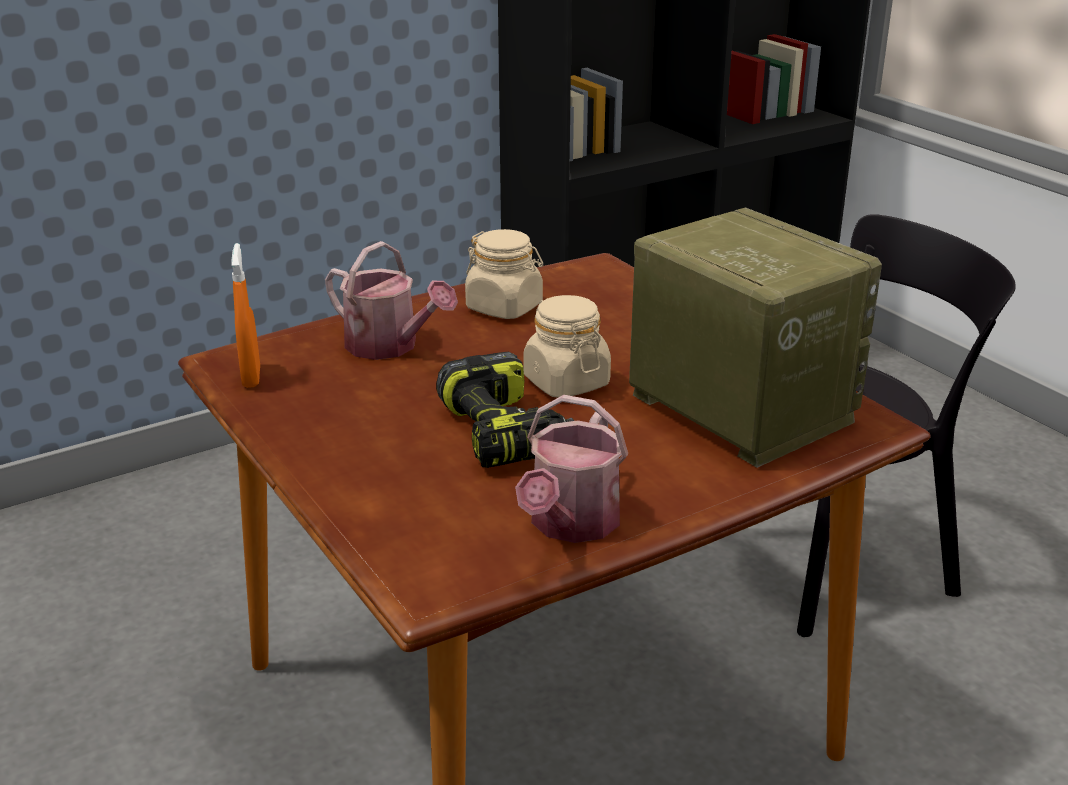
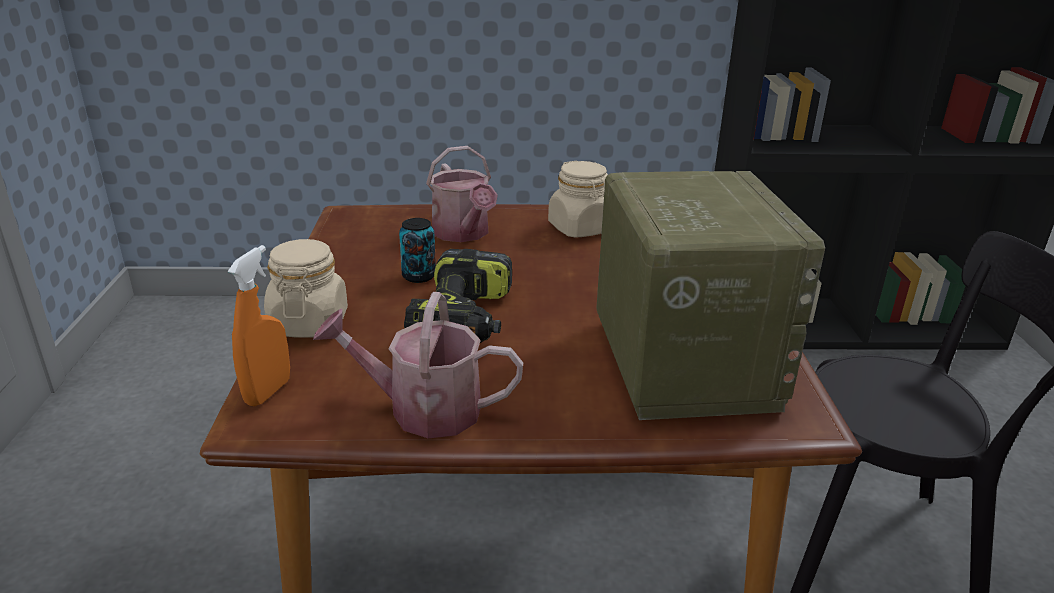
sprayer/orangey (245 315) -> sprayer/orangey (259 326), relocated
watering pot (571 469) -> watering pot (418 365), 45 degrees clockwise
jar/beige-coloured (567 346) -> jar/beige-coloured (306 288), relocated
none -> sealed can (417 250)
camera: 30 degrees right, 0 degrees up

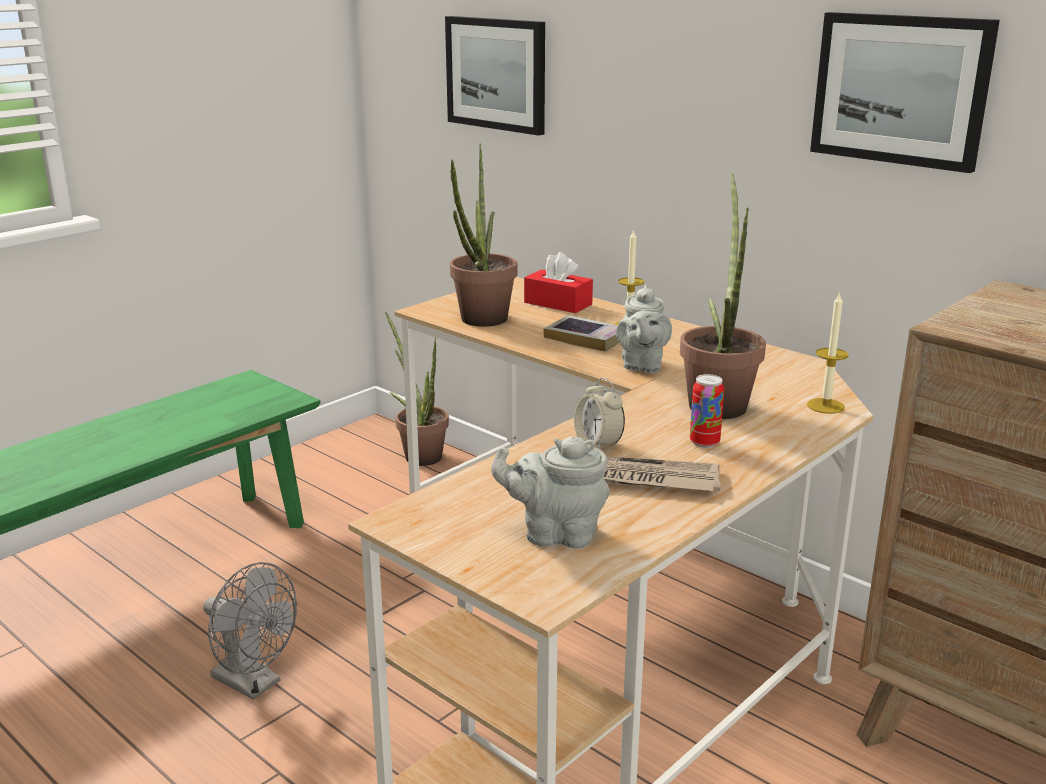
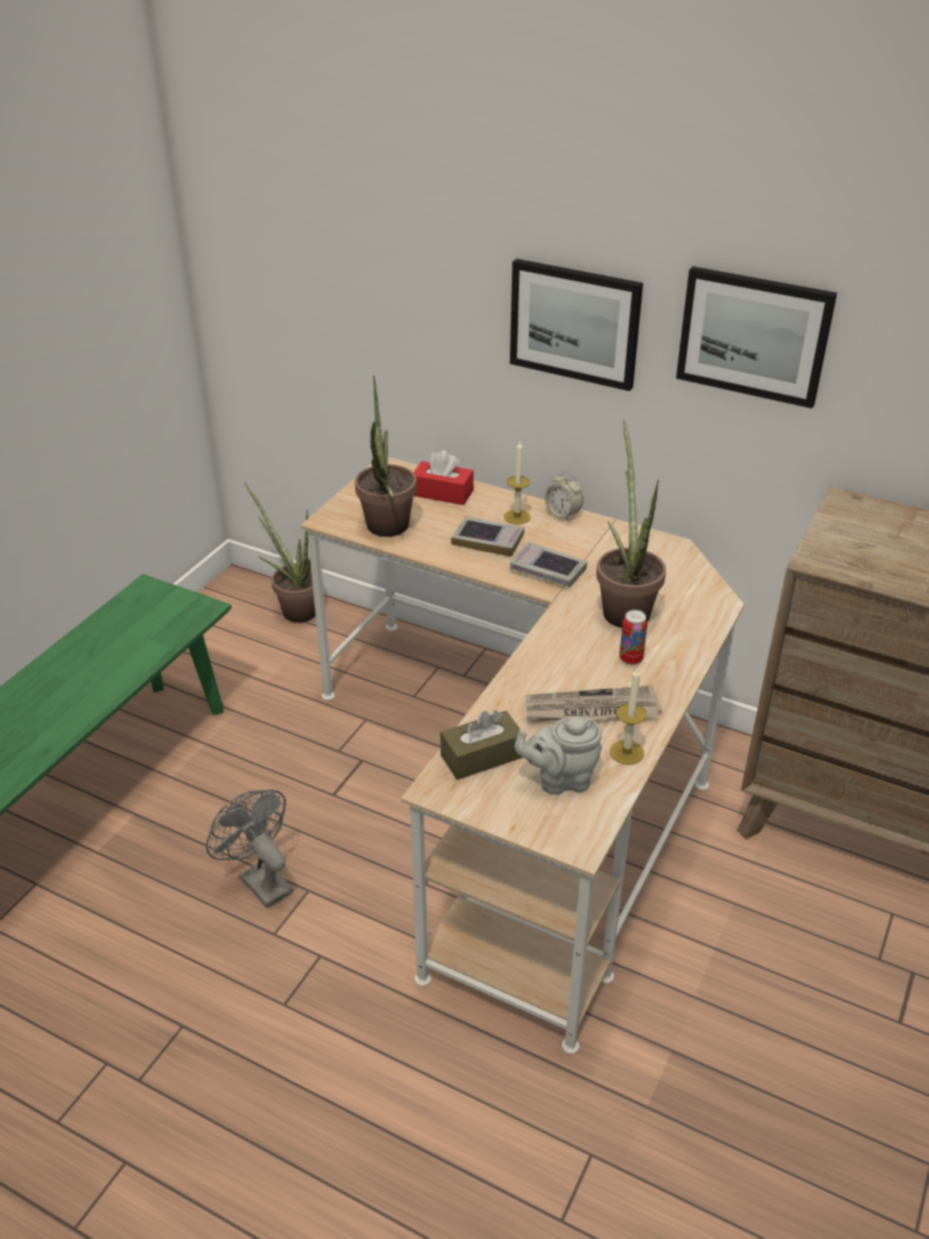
cooling fan/grey (250 631) -> cooling fan/grey (249 849), 150 degrees counterclockwise
picture (495 75) -> picture (576 325), relocated
bedside clock (599 413) -> bedside clock (564 496), relocated
tea pot/grey (644 329) -> book (548 564)
wax candle (828 353) -> wax candle (628 716), relocated
none -> tissue holder/brown (481 745)
camera: 15 degrees left, 15 degrees up

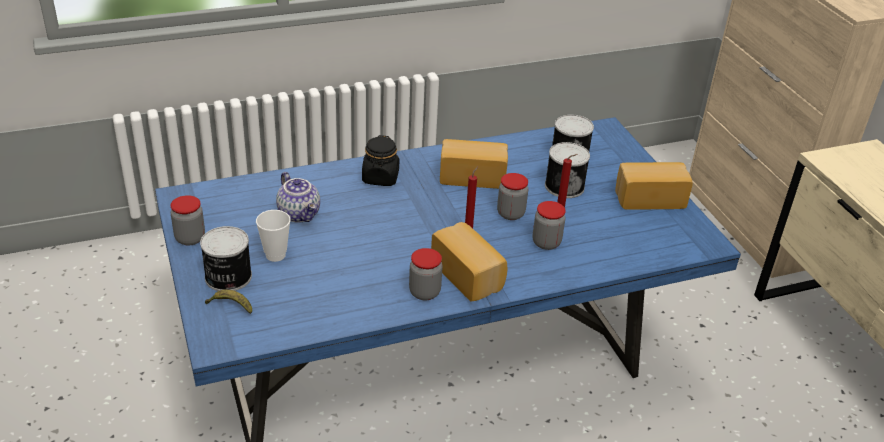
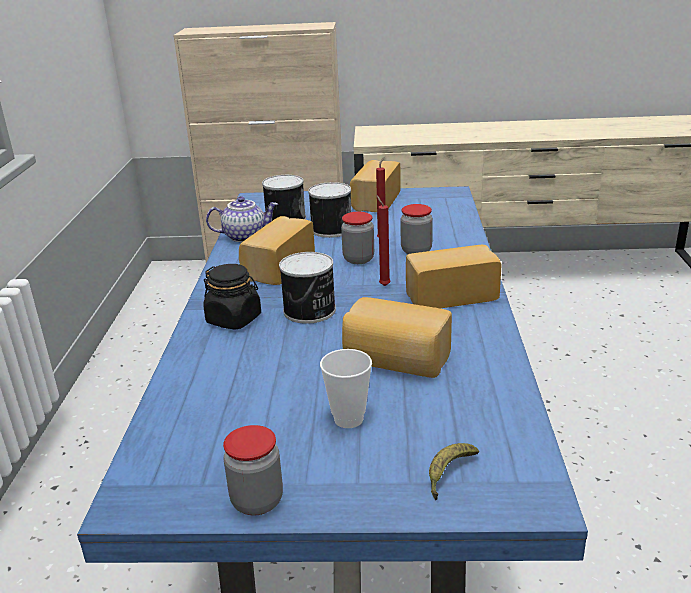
sealed can (226 258) -> sealed can (307 288), relocated
tea pot (298 197) -> tea pot (242 219), relocated
jar (426 274) -> none
none -> baked bread (397 337)
camera: 65 degrees left, 10 degrees down

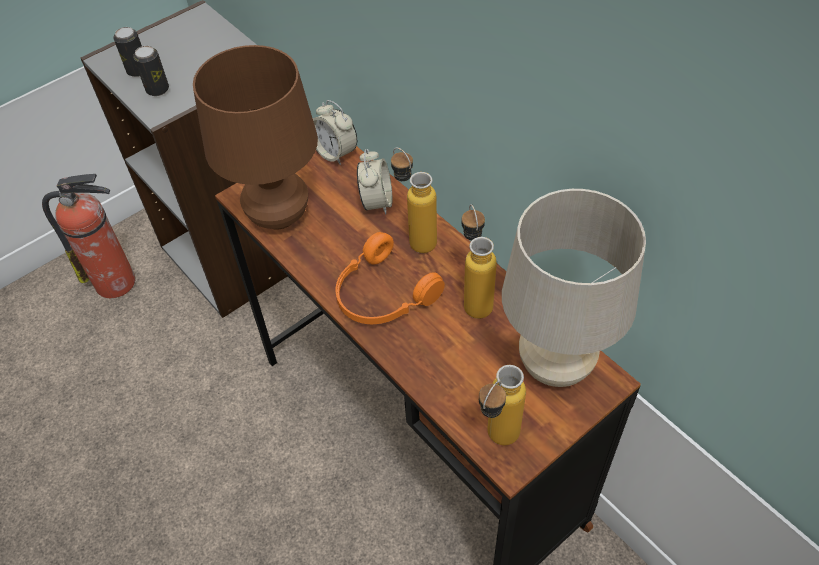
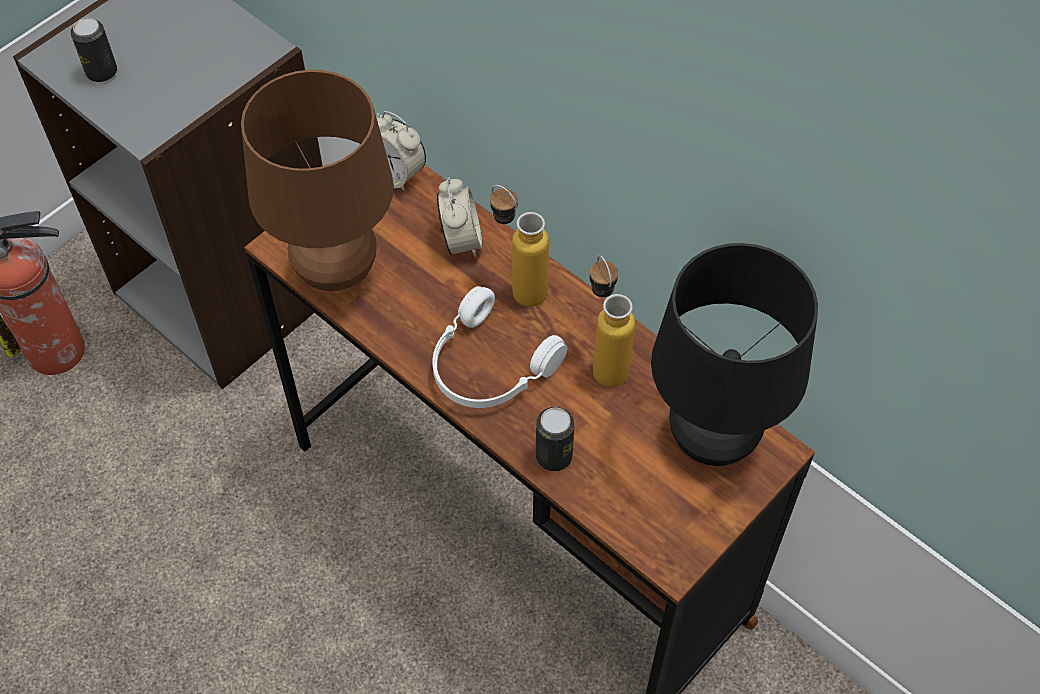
sealed can (151 71) -> sealed can (555 439), relocated
headset/orangey (390 278) -> headset/white (500 347)
beverage bottle (502 405) -> none
tabletop lamp/beige-coloured (574 288) -> tabletop lamp/black (734 354)
camera: 10 degrees left, 5 degrees up

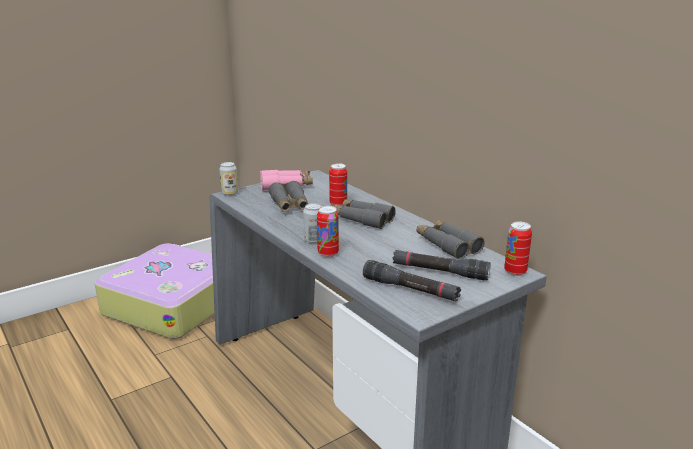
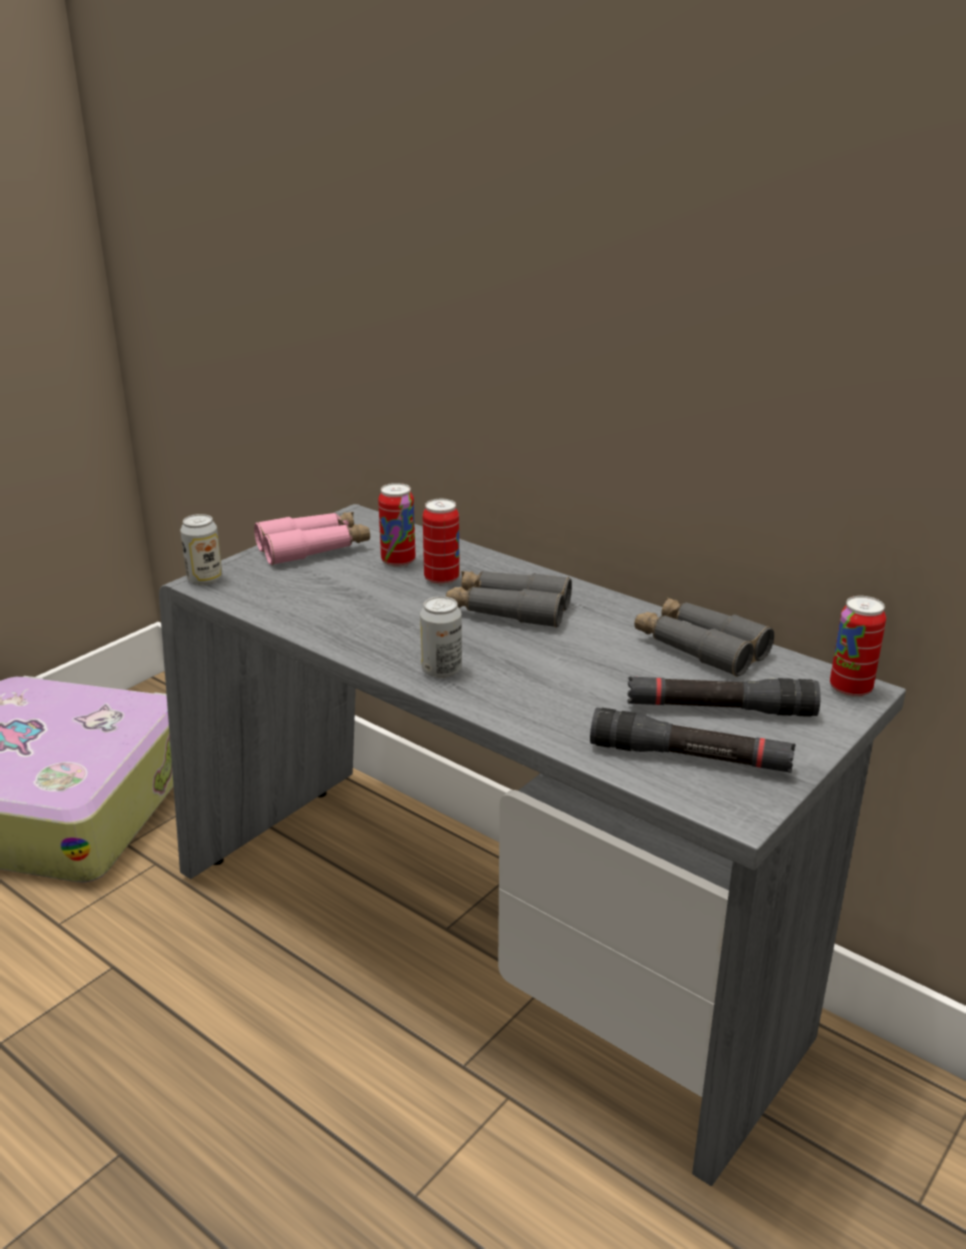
binoculars/grey (288 196) -> none
sealed can (328 231) -> sealed can (396 525), relocated
camera: 15 degrees left, 5 degrees up

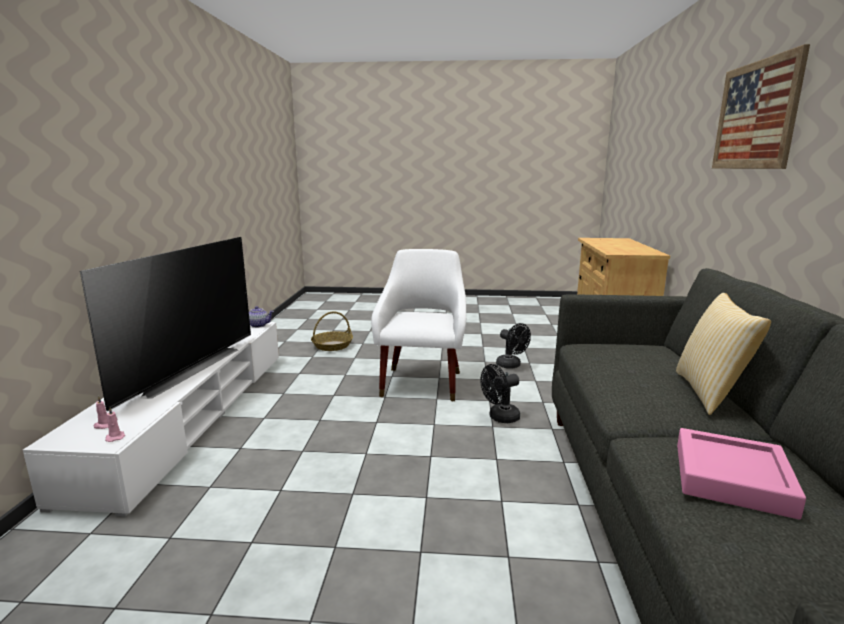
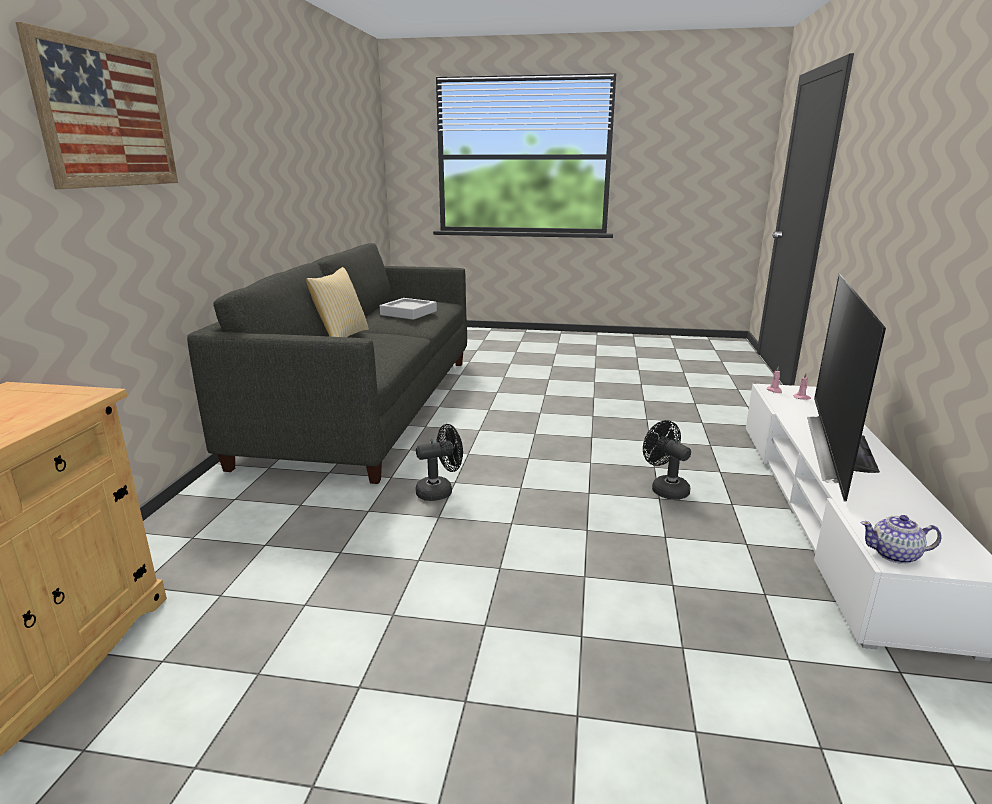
household basket (332 331) -> none
lounge chair/white (418 325) -> none
cooling fan/black (513 346) -> cooling fan/black (667 460), relocated
tray/pinkish (741 473) -> tray/grey (408 309)
camera: 175 degrees left, 5 degrees up

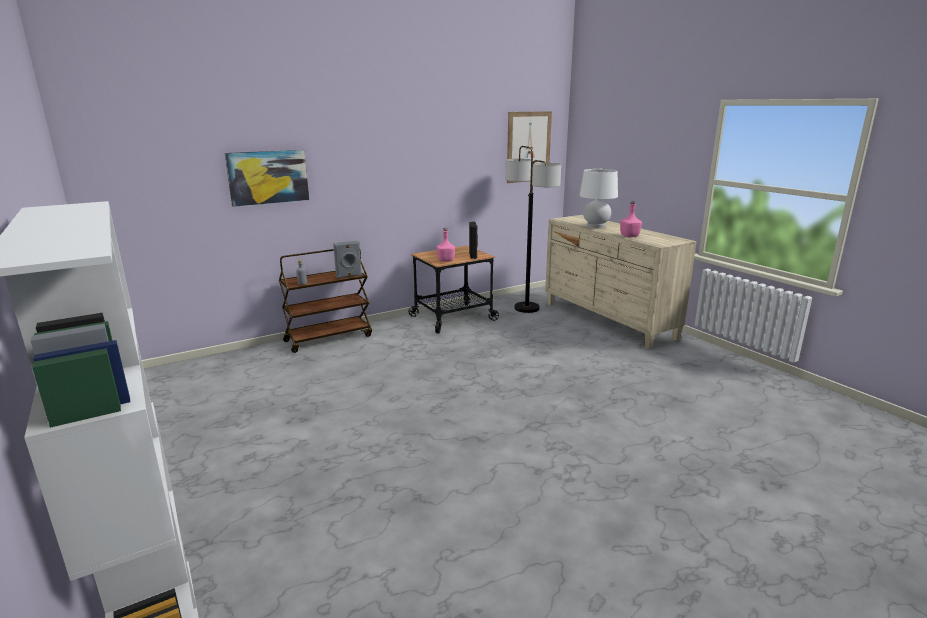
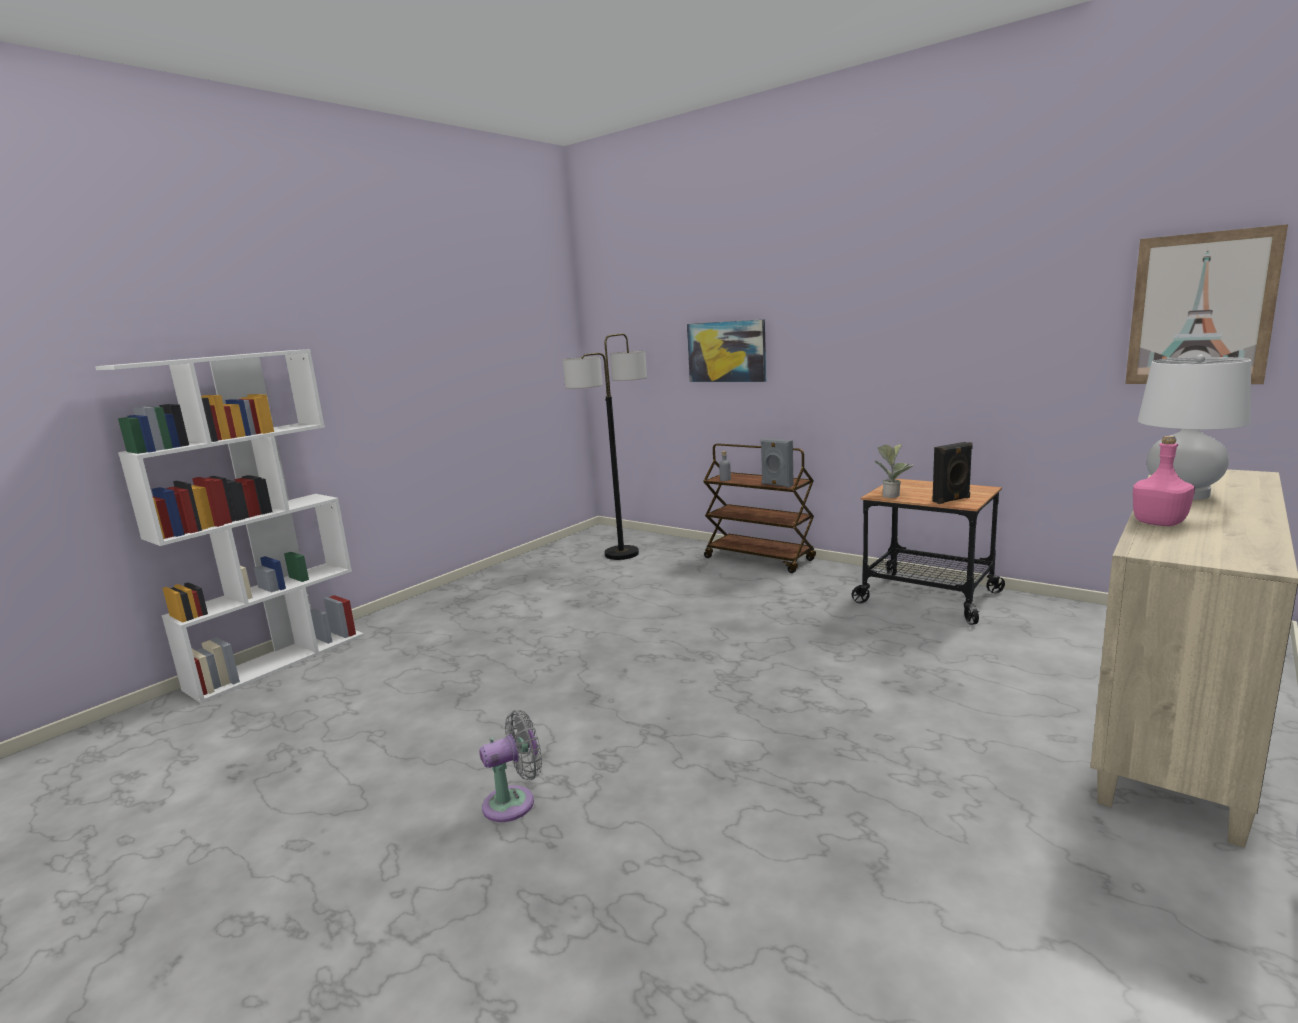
beverage bottle/pinkish (446 245) -> houseplant (894 470)
floor lamp (533 229) -> floor lamp (604 447), relocated
none -> cooling fan/grey (510 766)
camera: 70 degrees right, 5 degrees down

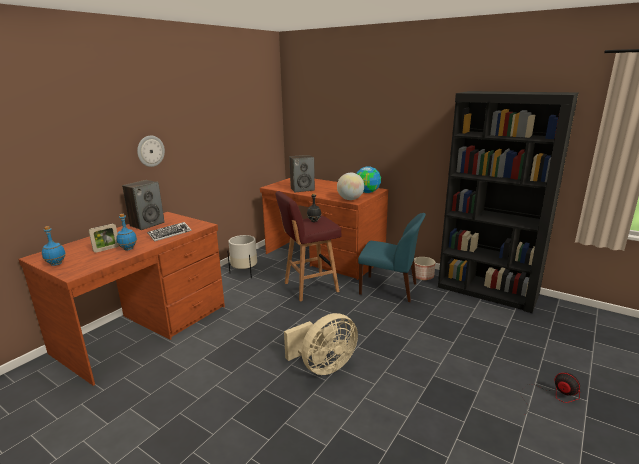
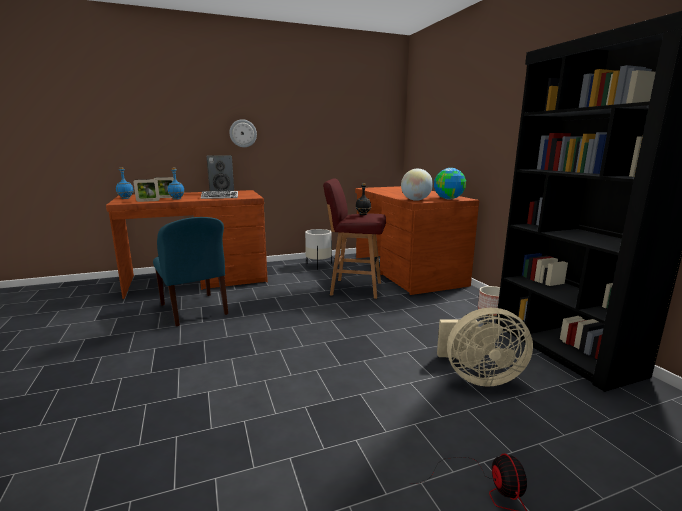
cooling fan/beige-coloured (321 344) -> cooling fan/beige-coloured (485 347), relocated
loudspeaker (302 173) -> none
plain chair/blue-coloured (392 257) -> plain chair/blue-coloured (190 271), relocated
none -> photo frame (147 190)
camera: 35 degrees right, 5 degrees down

